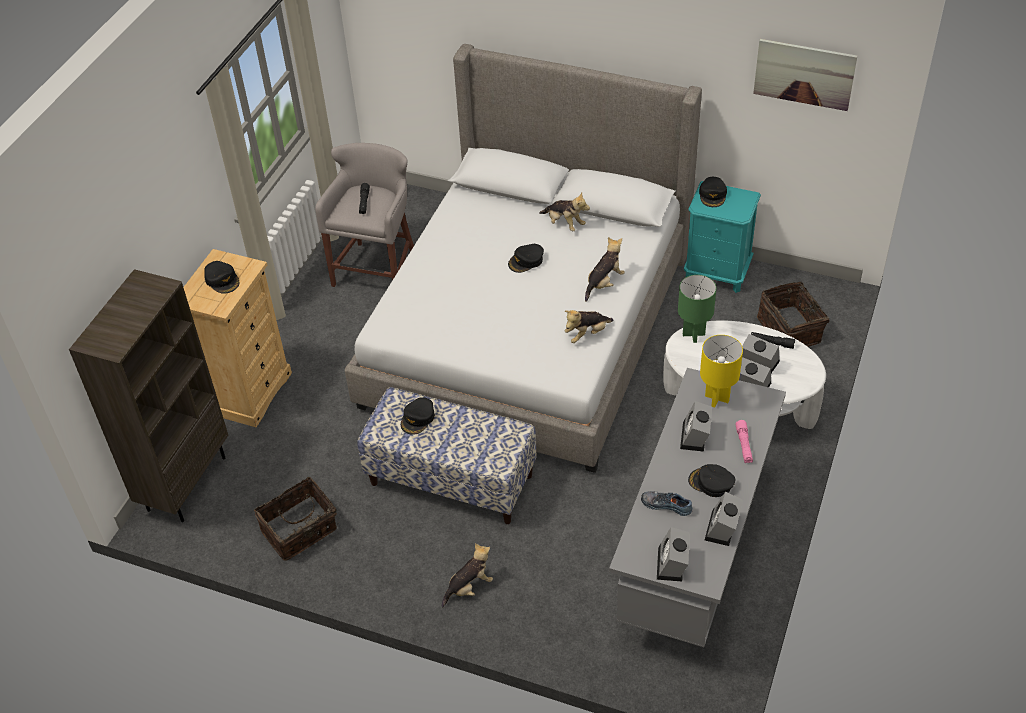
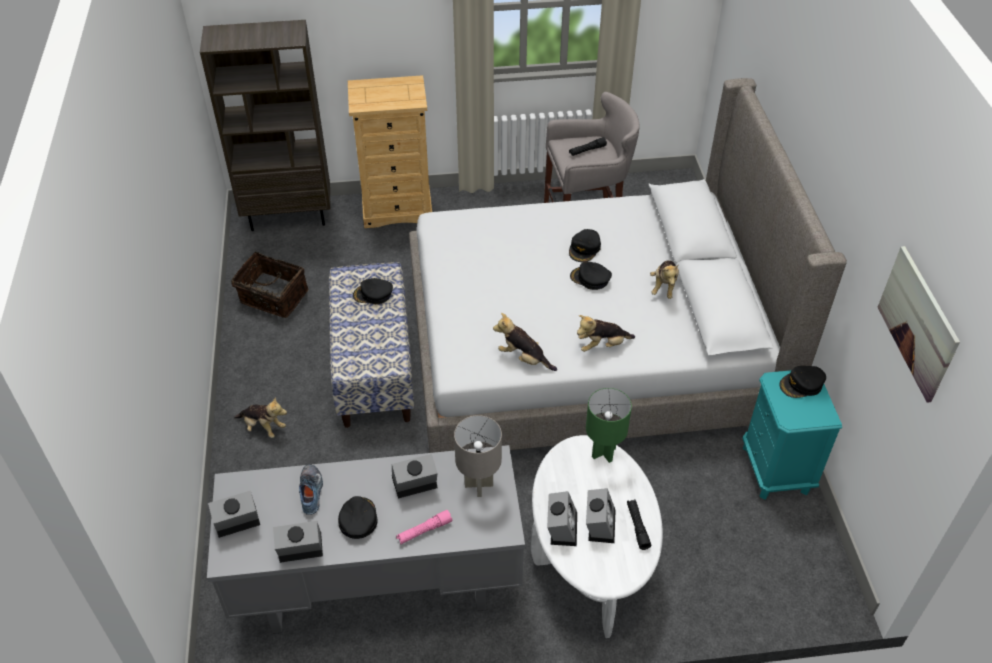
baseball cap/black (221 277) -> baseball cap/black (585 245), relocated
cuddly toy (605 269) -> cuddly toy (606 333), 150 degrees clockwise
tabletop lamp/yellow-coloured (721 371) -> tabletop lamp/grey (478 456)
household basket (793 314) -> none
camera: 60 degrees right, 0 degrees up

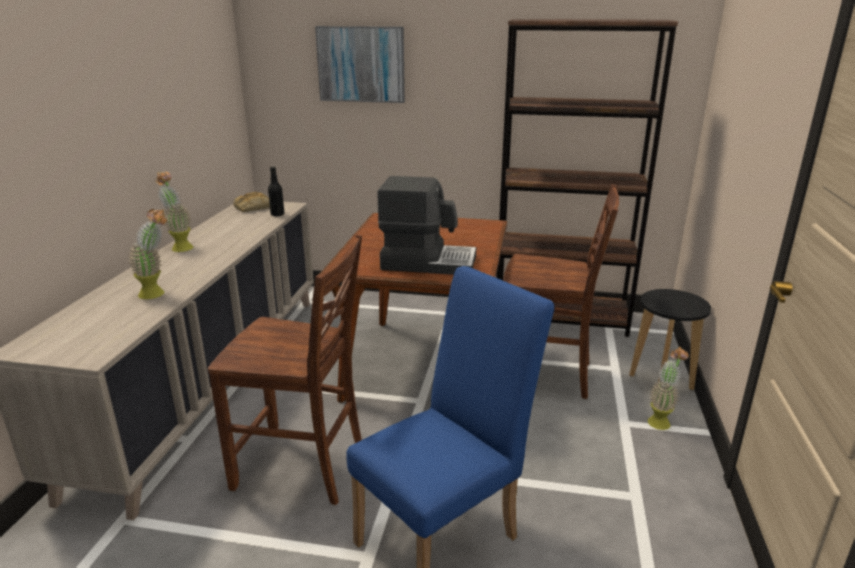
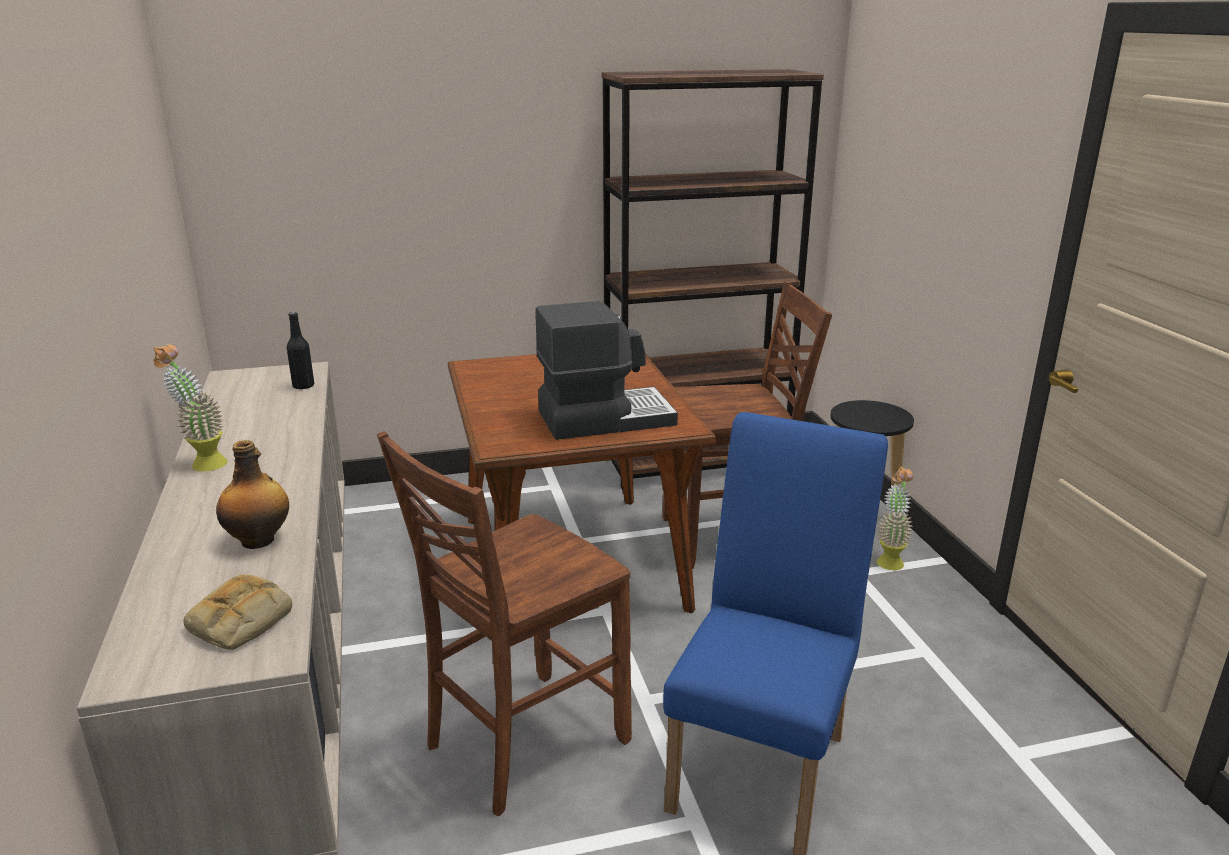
houseplant (147 254) -> beverage bottle (252 494)
plain chair/brown (285 369) -> plain chair/brown (504 623), 150 degrees clockwise
baked bread (251 202) -> baked bread (237 612), relocated
picture (360 64) -> none
camera: 25 degrees left, 0 degrees up

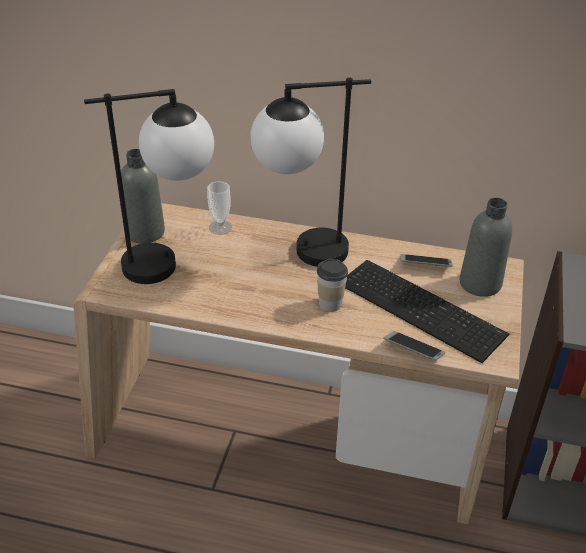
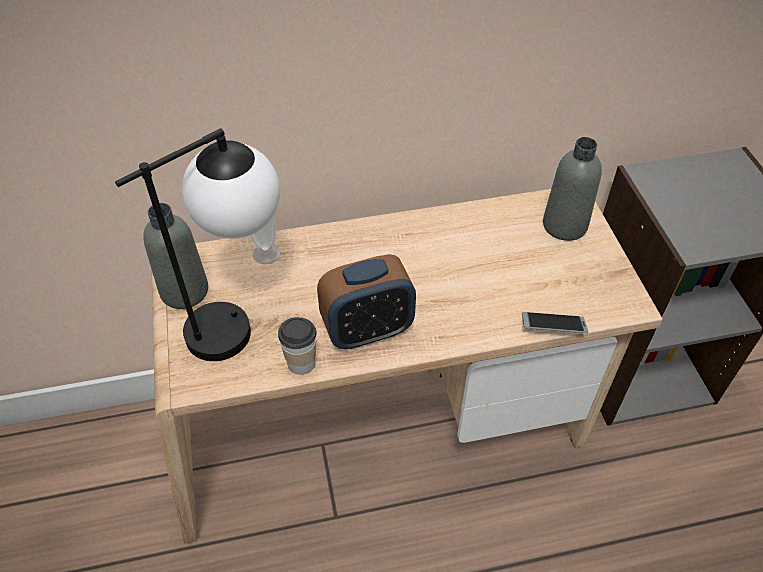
tabletop lamp (310 172) -> none
cup (332 285) -> cup (297 346), relocated
keyboard (427 311) -> none
telephone (426 260) -> none
none -> bedside clock (366 301)
camera: 25 degrees left, 10 degrees up

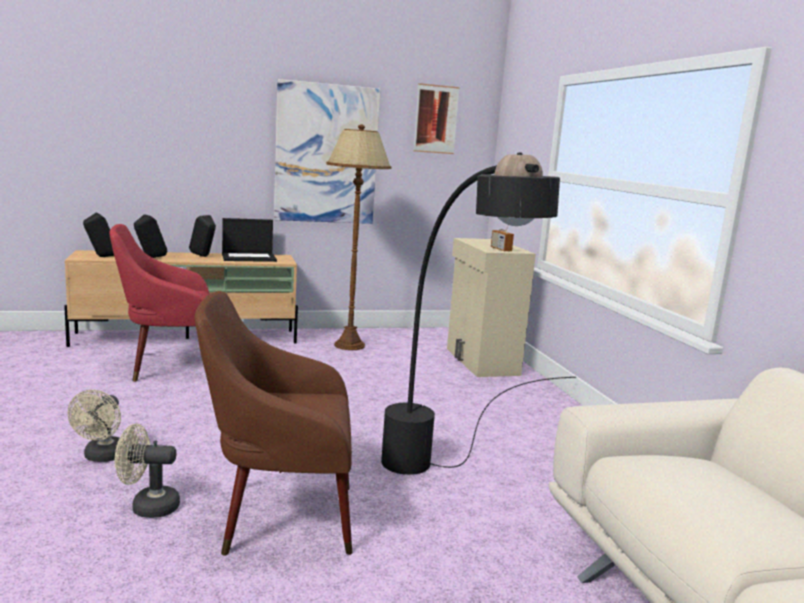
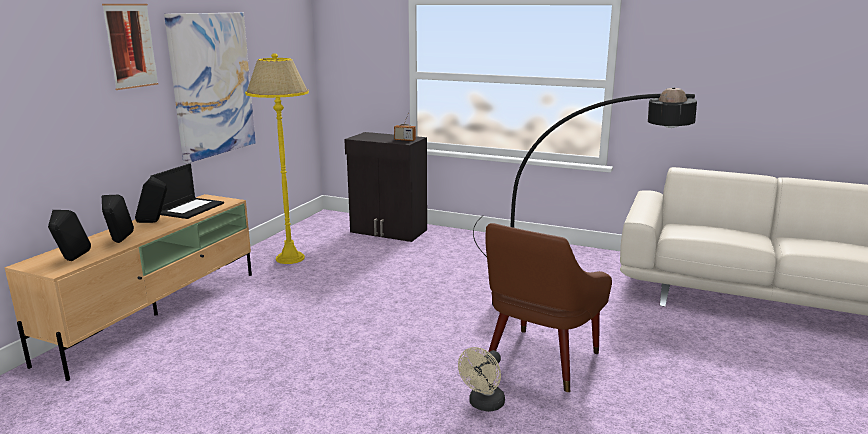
cooling fan/beige-coloured (96 426) -> none
lounge chair/red-coloured (160 303) -> none
floor lamp/brown (359 237) -> floor lamp/yellow-coloured (277 158)
picture (436 118) -> picture (130 47), relocated
cupboard/beige-coloured (491 307) -> cupboard/black (385 187)
camera: 50 degrees left, 5 degrees up

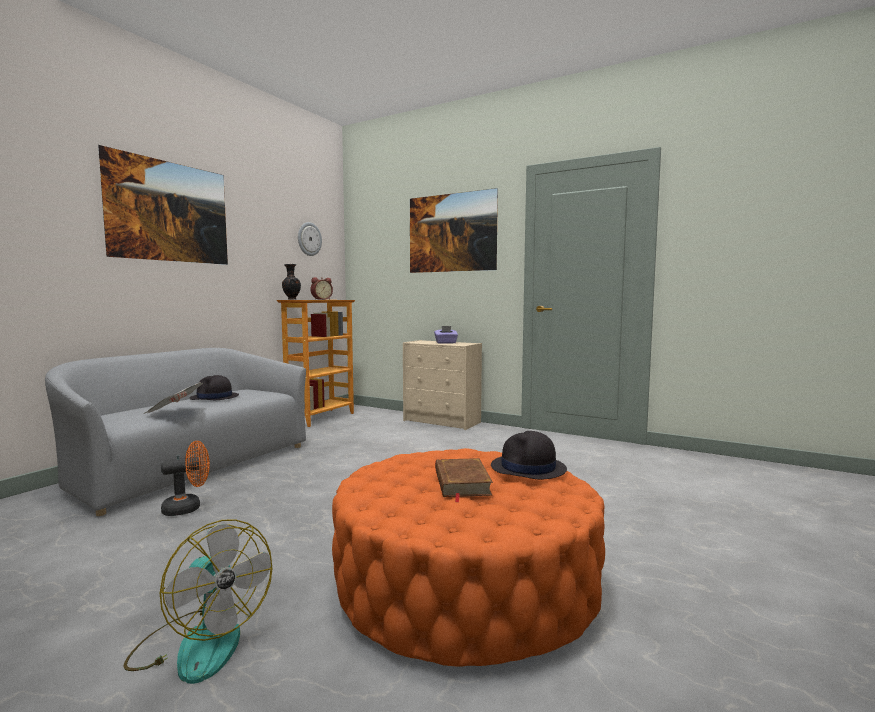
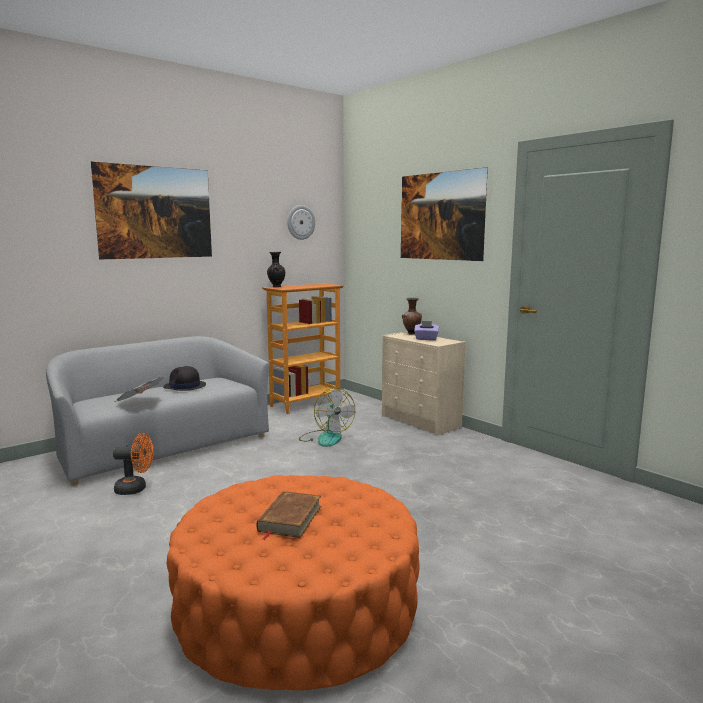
cooling fan (197 601) -> cooling fan (327 417), relocated
bedside clock (321 288) -> none
hat/black (529 455) -> none
none -> decorative vase/brown (412 316)
camera: 20 degrees right, 5 degrees up

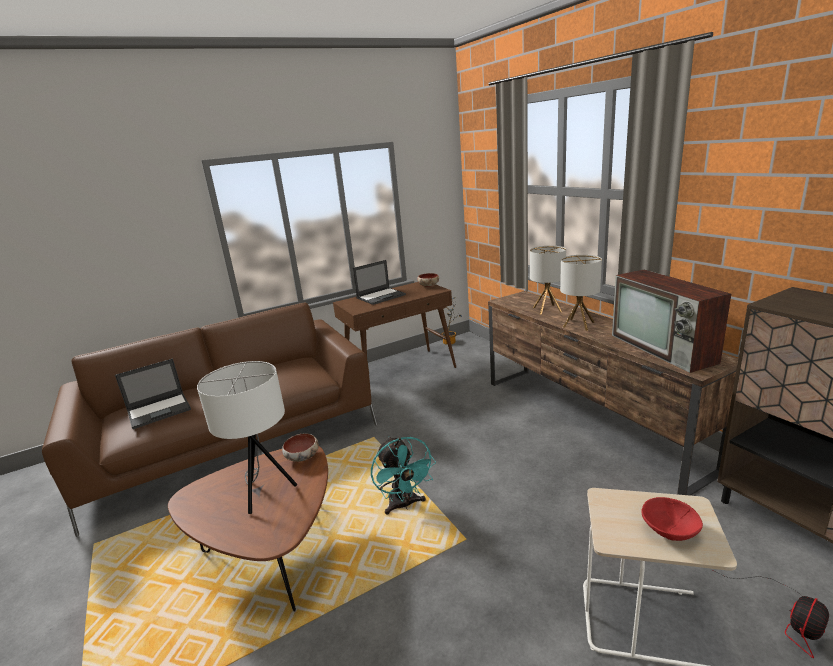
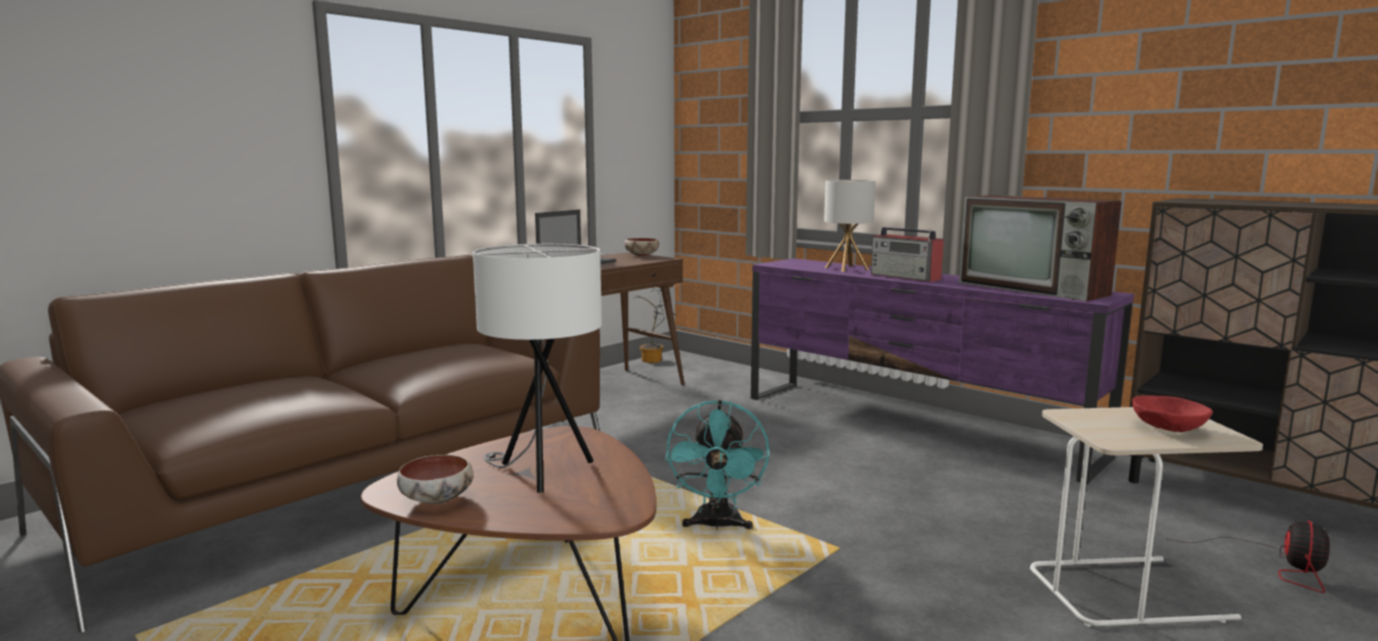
laptop (153 394) -> none
serving bowl (300 447) -> serving bowl (435 479), relocated
cooling fan/turquoise (403 475) -> cooling fan/turquoise (717 465), 45 degrees clockwise
tv unit/brown (613 393) -> tv unit/purple (942 371)
tabletop lamp (581 293) -> radio receiver (907 254)
camera: 20 degrees left, 10 degrees down

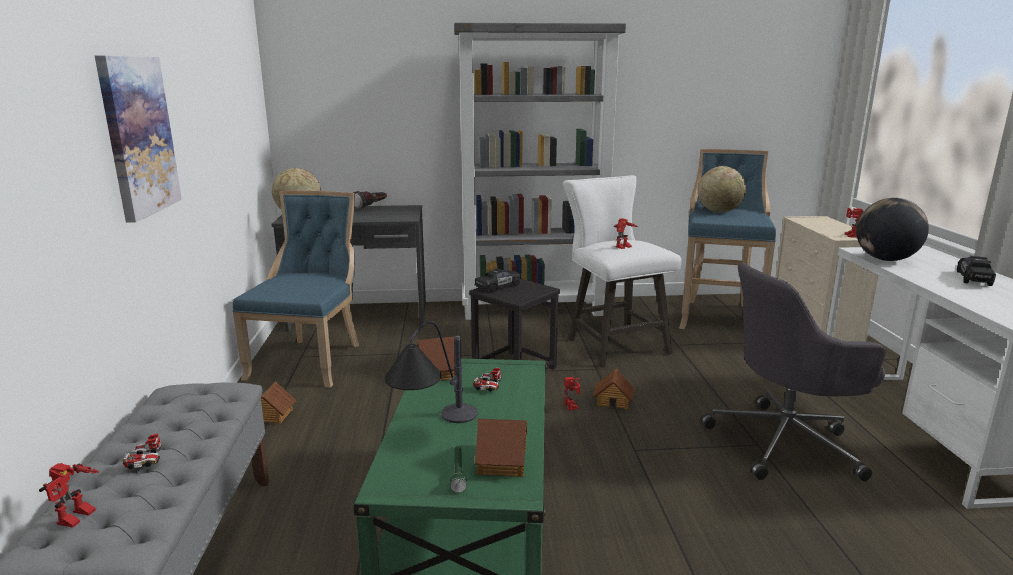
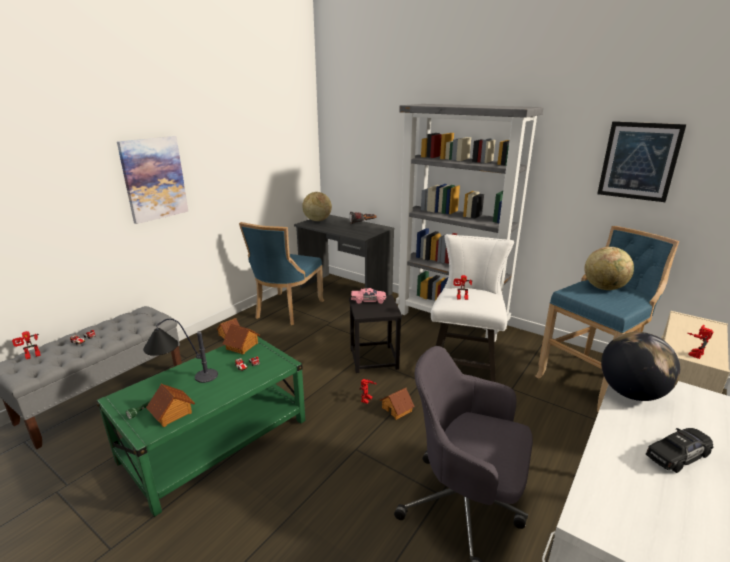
plain chair/blue-coloured (296 289) -> plain chair/blue-coloured (281 273), 150 degrees clockwise
toy car/black (497 280) -> toy car/pinkish (368 296)
none -> picture (642 161)
camera: 40 degrees right, 5 degrees up

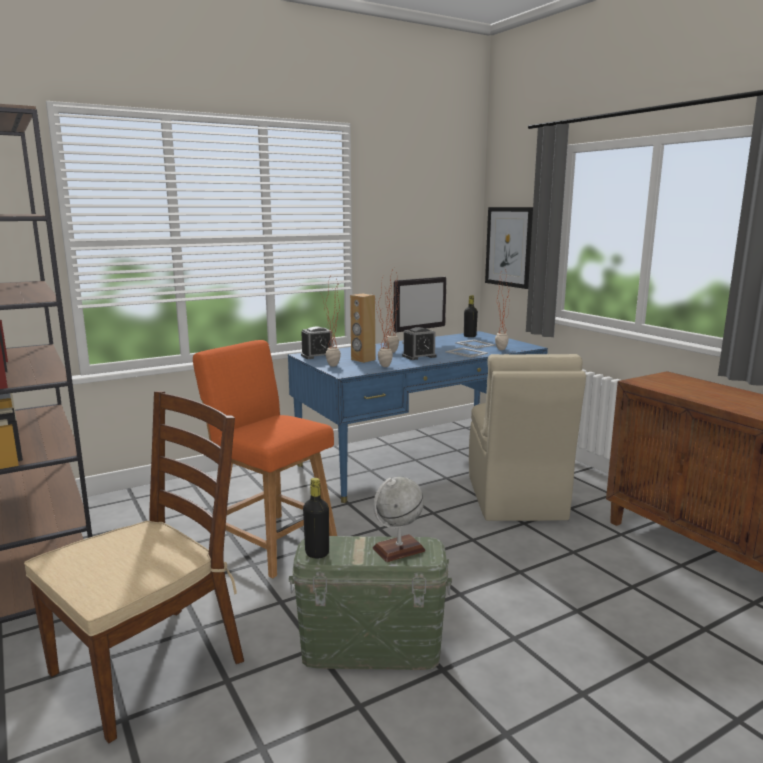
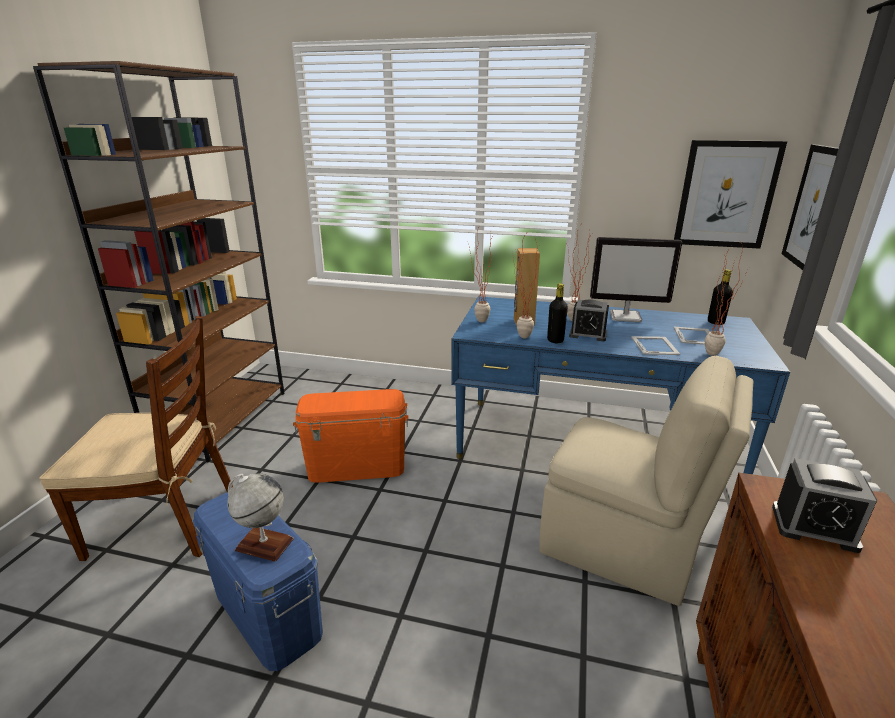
plain chair/orangey (265 459) -> storage bin/orangey (350 436)
storage bin/green (370 603) -> storage bin/blue-coloured (258 581)
bedside clock (316 343) -> bedside clock (824 505), relocated
beverage bottle/black (316 518) -> beverage bottle/black (557 313), relocated
plain chair/beige-coloured (527 437) -> plain chair/beige-coloured (646 481), 105 degrees counterclockwise
none -> picture (730 194)
camera: 45 degrees right, 10 degrees up

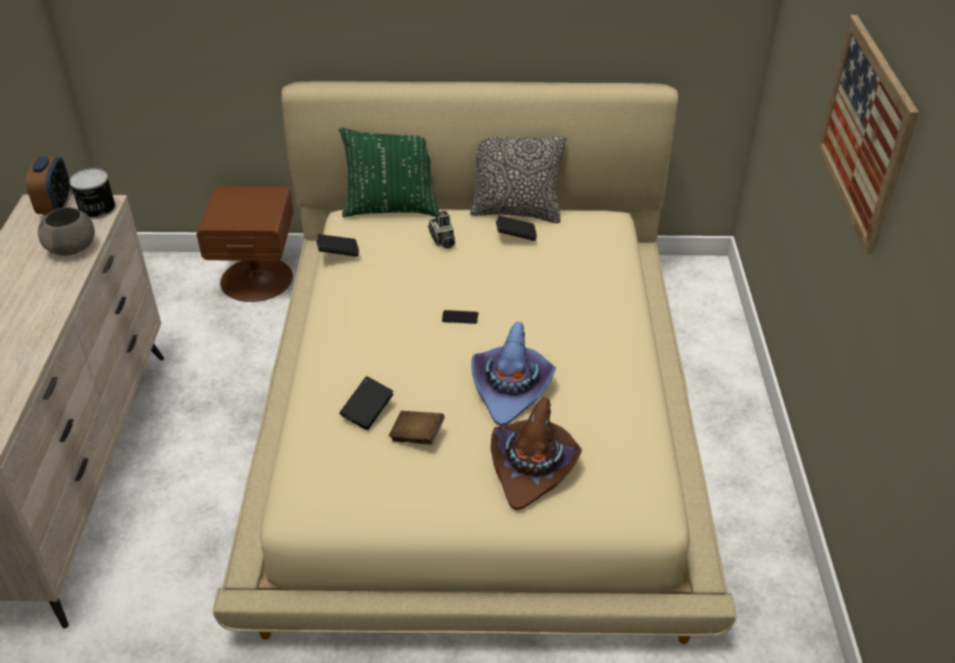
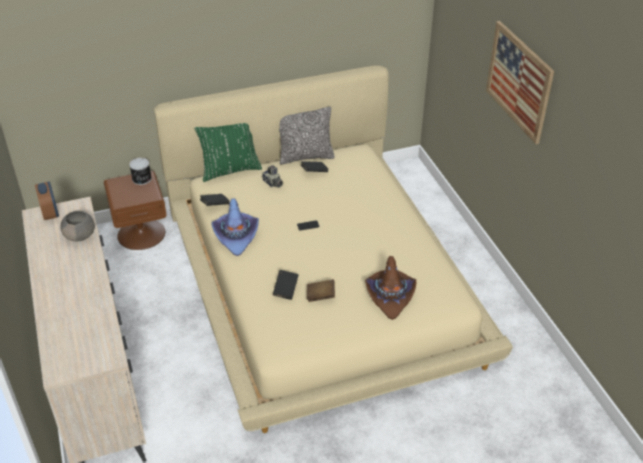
sealed can (92 194) -> sealed can (140 171), relocated
hat/purple (513 374) -> hat/purple (235 227), relocated
camera: 20 degrees left, 0 degrees up

